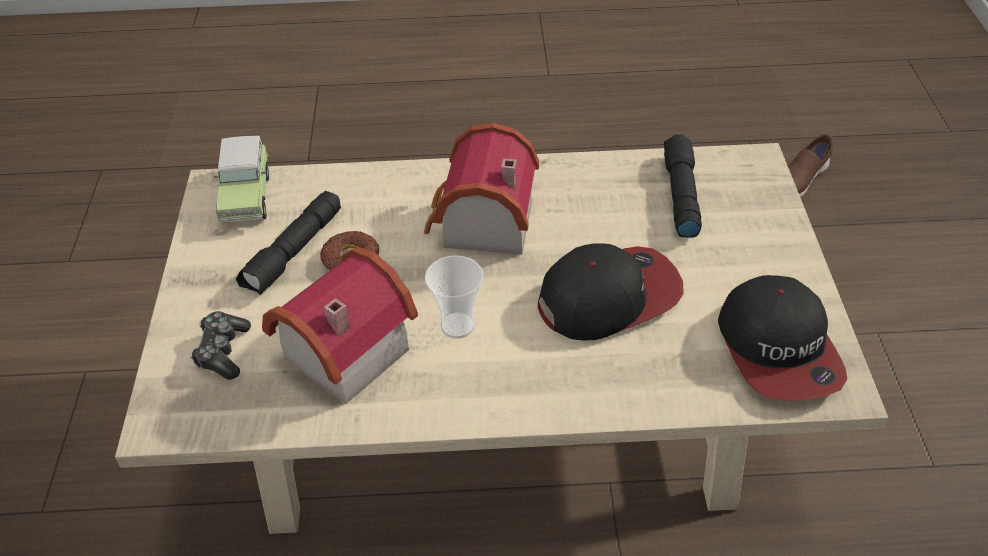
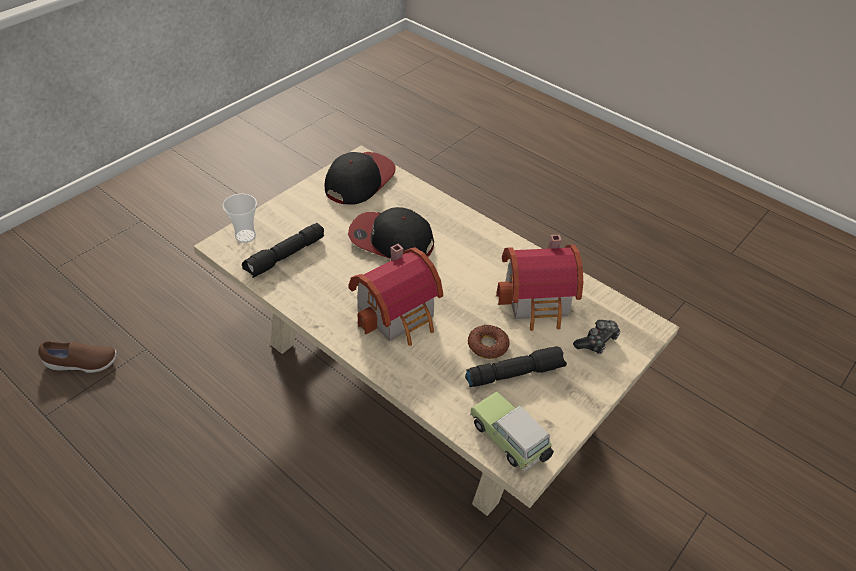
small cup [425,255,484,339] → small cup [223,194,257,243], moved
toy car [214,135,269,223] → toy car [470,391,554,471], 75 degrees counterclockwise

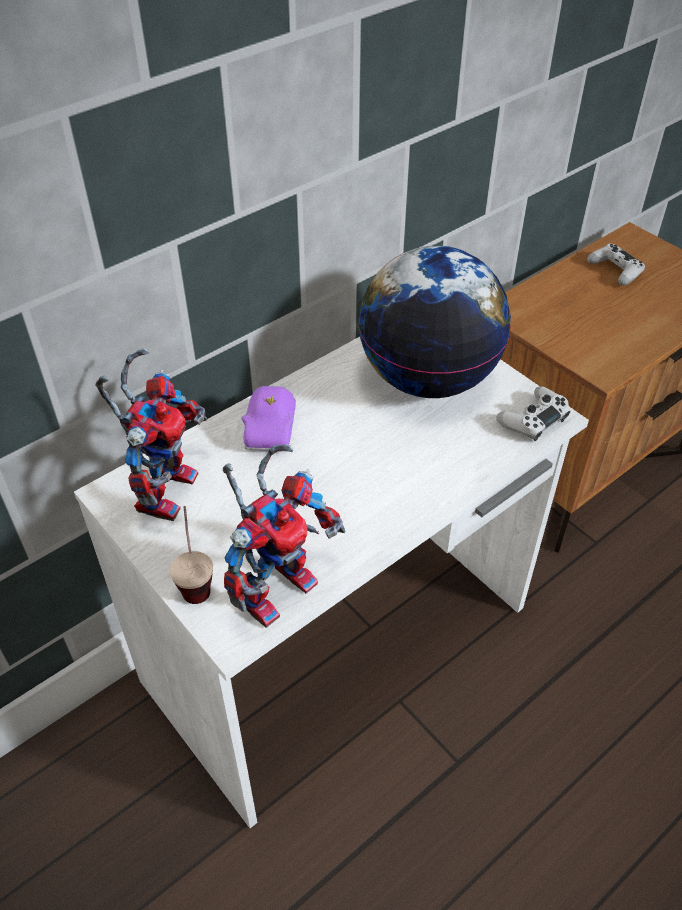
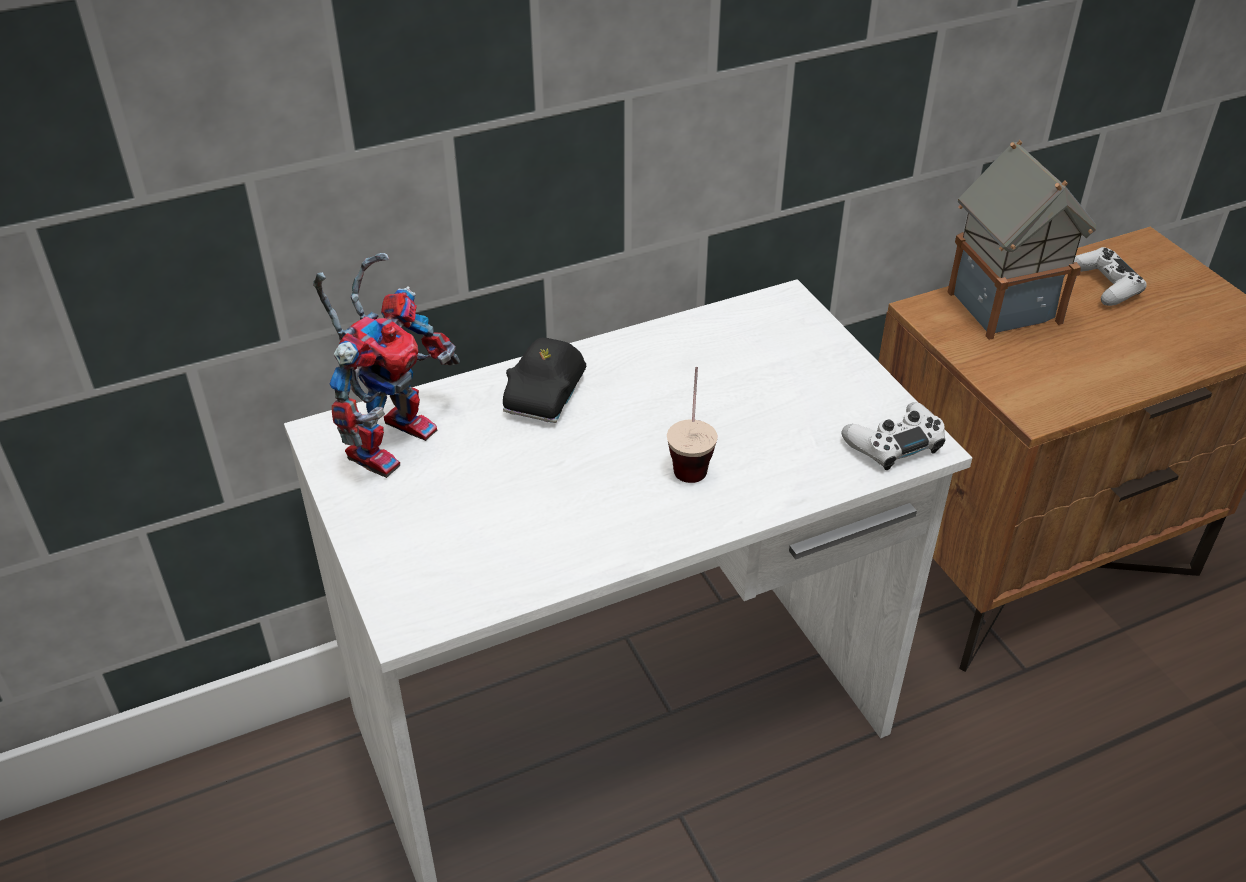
toy robot [223,444,346,628] → -
globe [358,246,511,398] → -
- → miniature house [947,140,1096,340]
small cup [170,506,213,604] → small cup [667,367,718,483], moved
purple-coloured toy car [242,386,296,452] → blackish toy car [503,338,586,423]

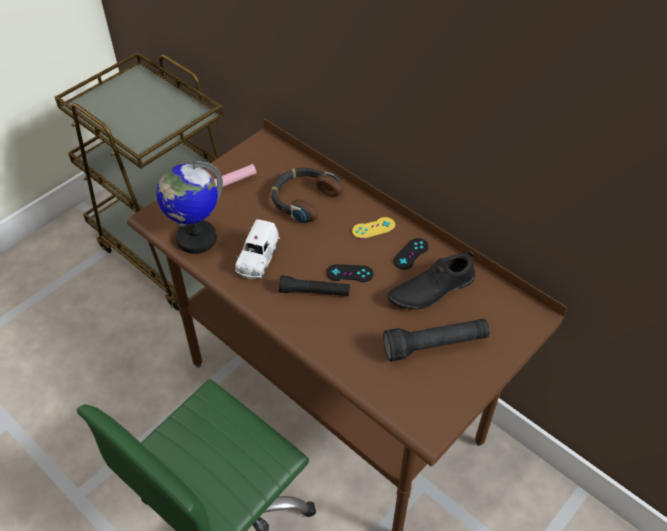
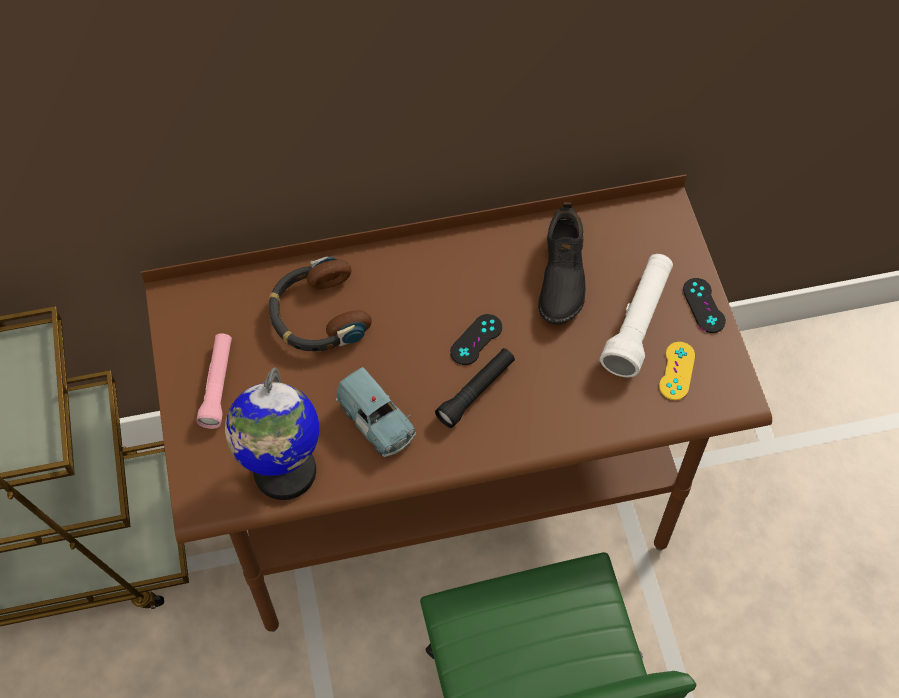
yellowish joypad [352,217,395,239] → yellowish joypad [659,342,695,400], moved
blackish joypad [393,238,429,270] → blackish joypad [683,278,726,333], moved
whitish toy car [235,219,280,280] → blue toy car [336,367,416,457]
blackish torch [383,319,490,362] → whitish torch [600,254,673,377]

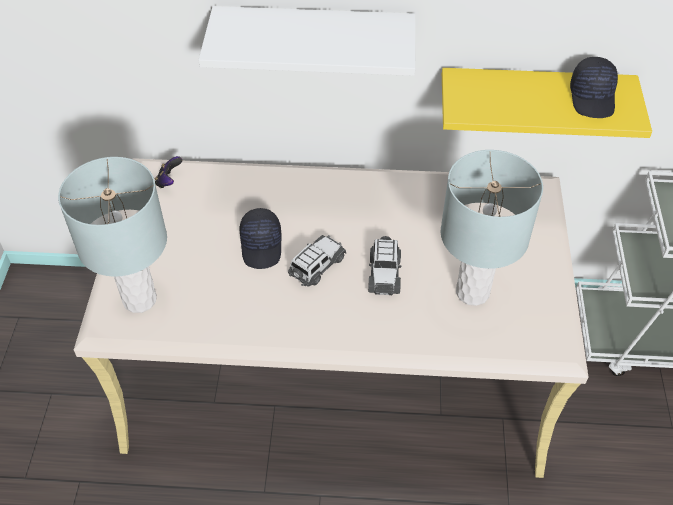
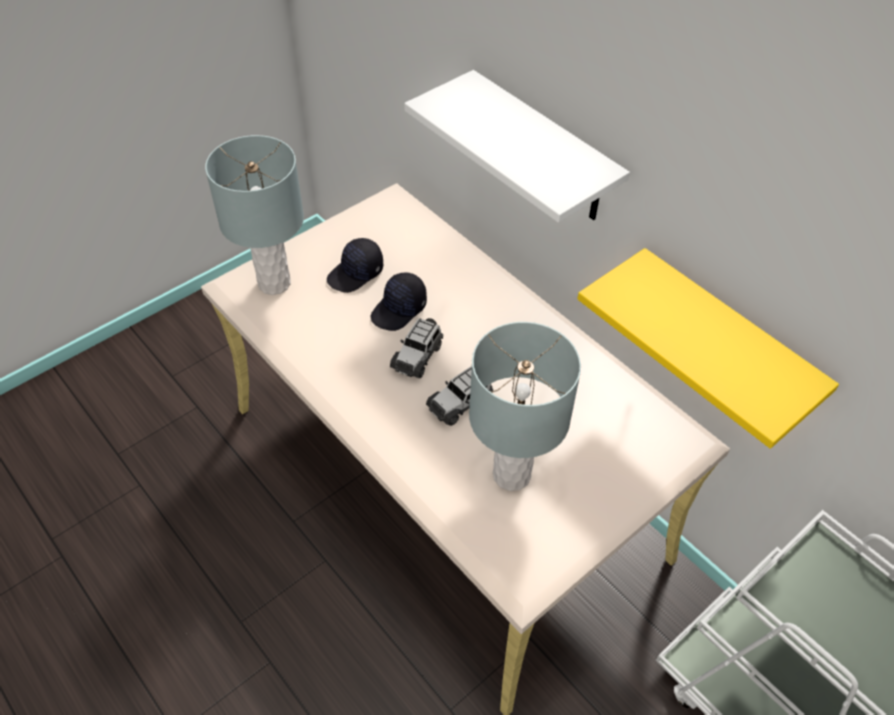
joypad [155,156,182,188] → -
blackish peaked cap [570,57,618,118] → blackish peaked cap [327,238,383,293], moved
toy car [288,235,346,287] → toy car [390,318,443,378], 120 degrees clockwise

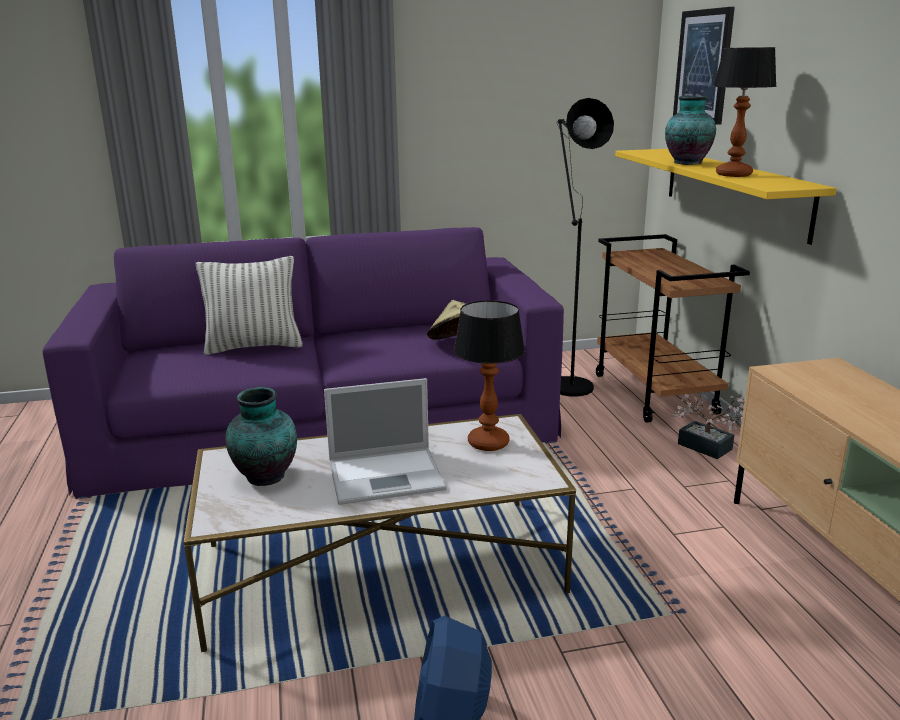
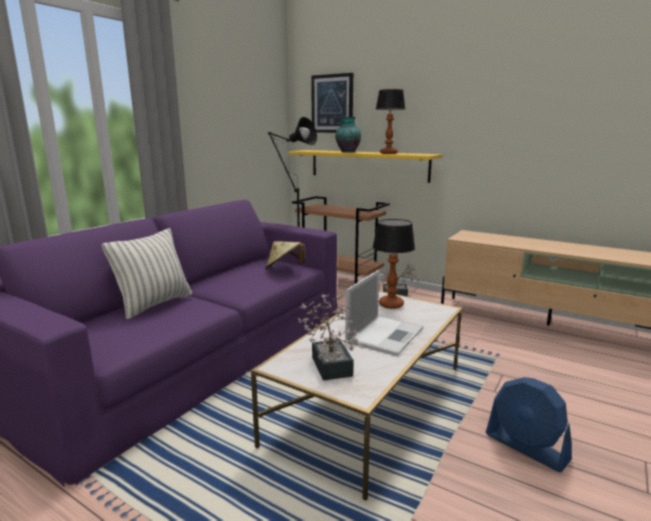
flower vase [225,387,297,486] → potted plant [298,294,362,381]

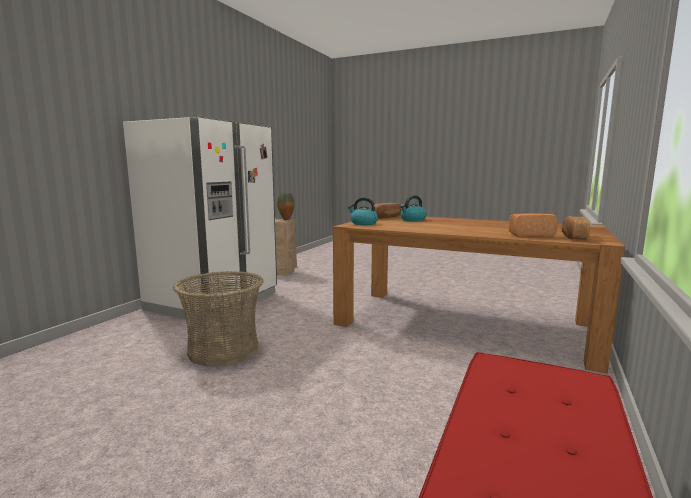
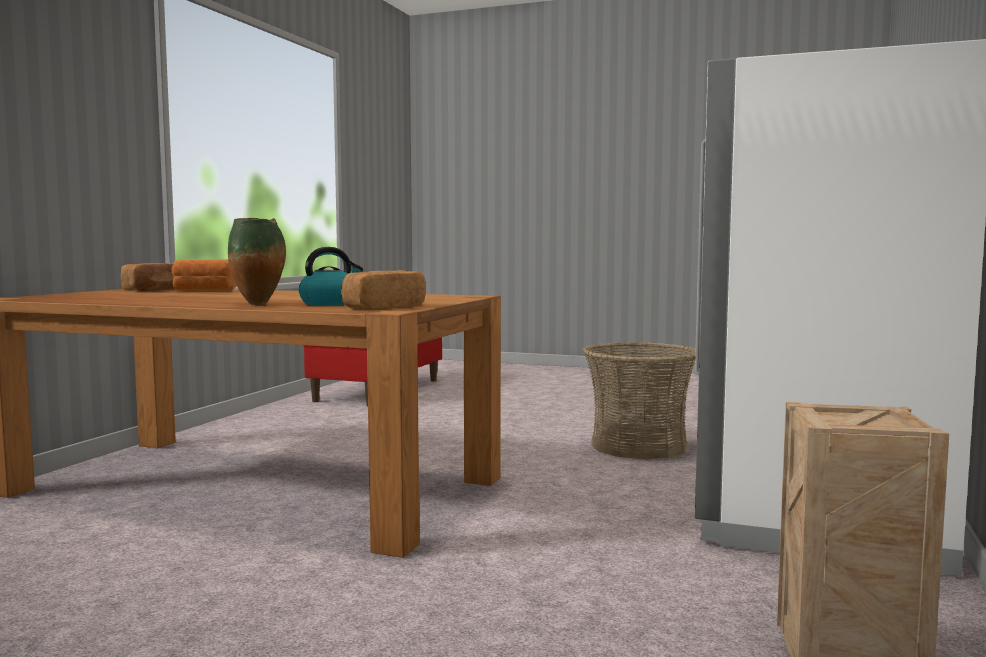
kettle [348,197,378,225] → -
flower vase [277,193,294,220] → flower vase [228,218,286,306], moved

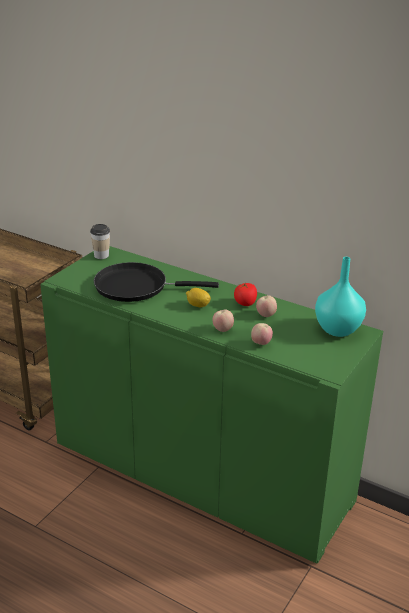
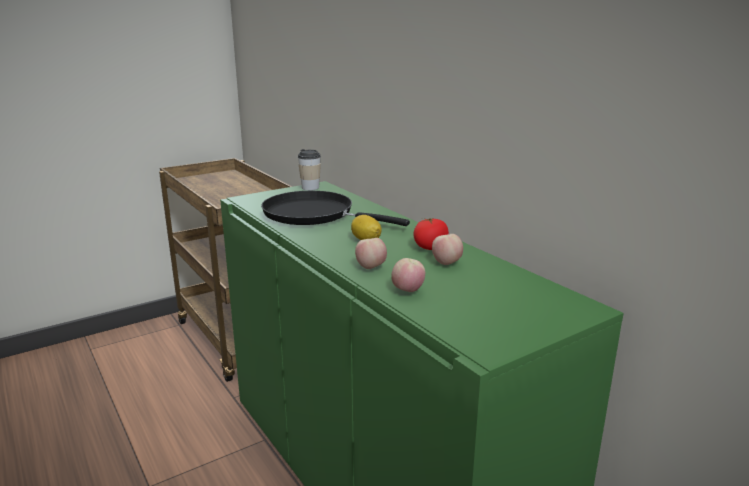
turquoise flower vase [315,257,366,337] → -

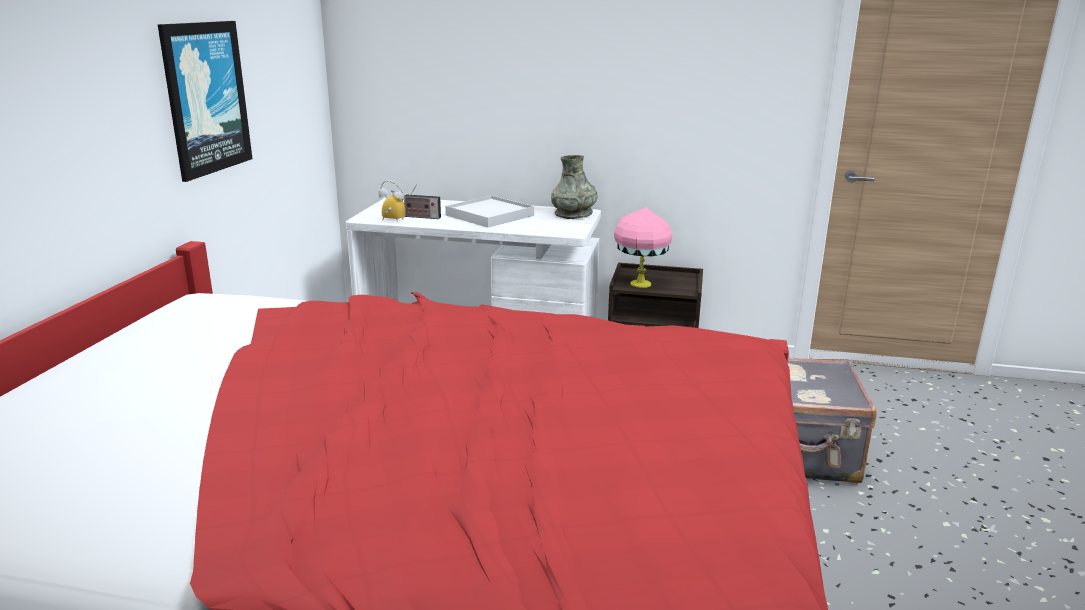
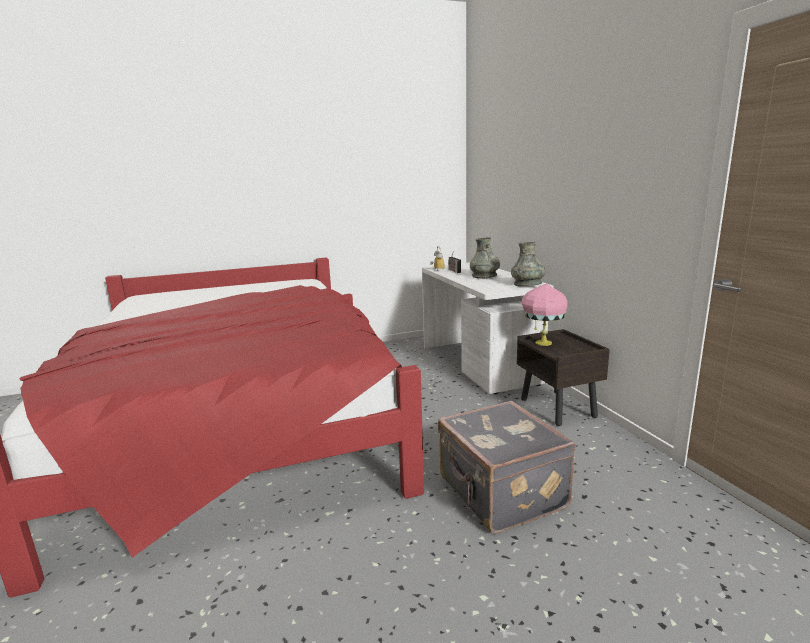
wall picture [158,21,252,182] → -
whitish serving tray [445,196,534,228] → gray flower vase [470,237,500,279]

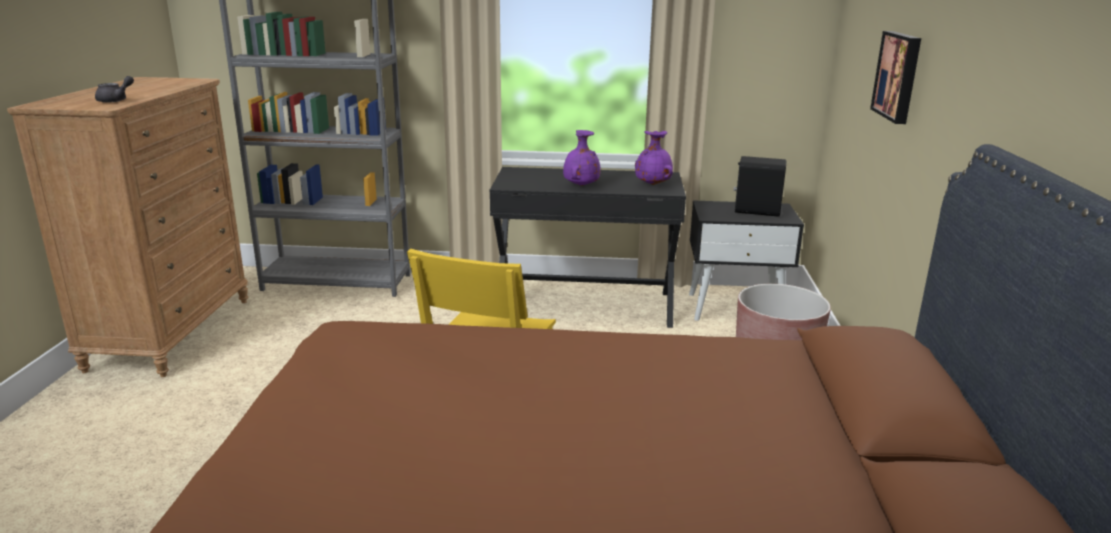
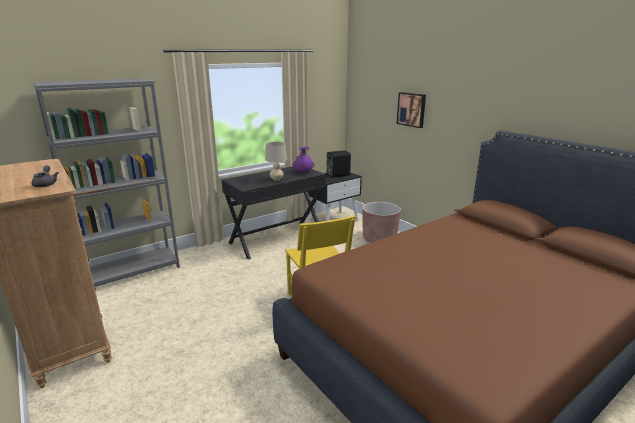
purple-coloured flower vase [563,130,601,186] → beige lamp for a table [265,142,287,181]

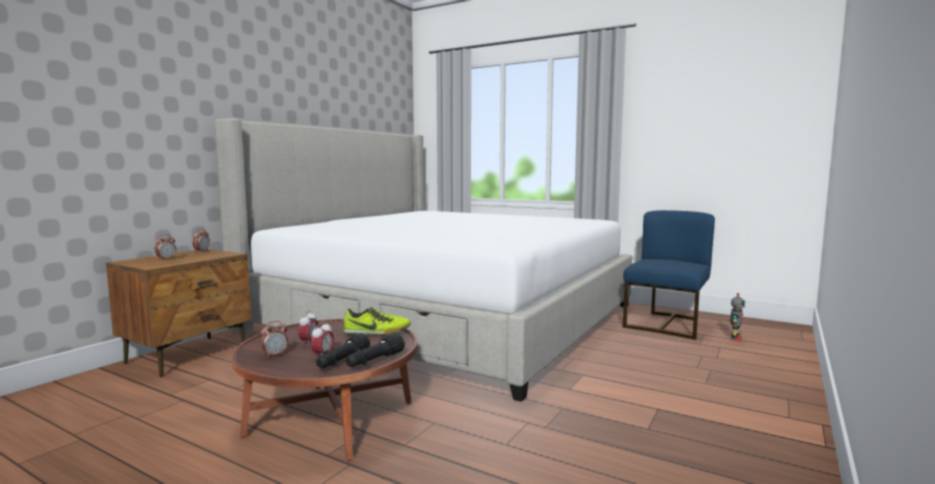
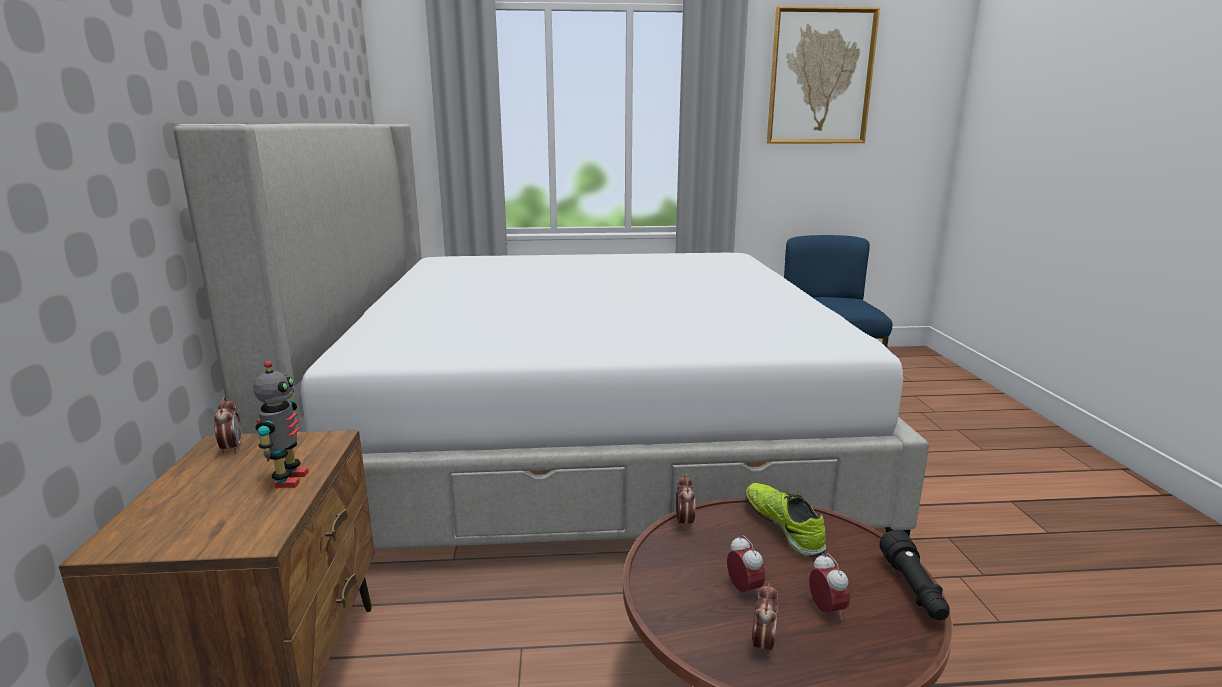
blackish torch [316,333,370,368] → -
- → wall picture [767,6,880,144]
bedside clock [155,234,176,261] → bedside clock [676,474,695,529], moved
toy robot [730,293,745,342] → toy robot [253,361,309,488], moved
item of footwear [344,308,411,335] → item of footwear [746,483,826,557], 75 degrees counterclockwise

